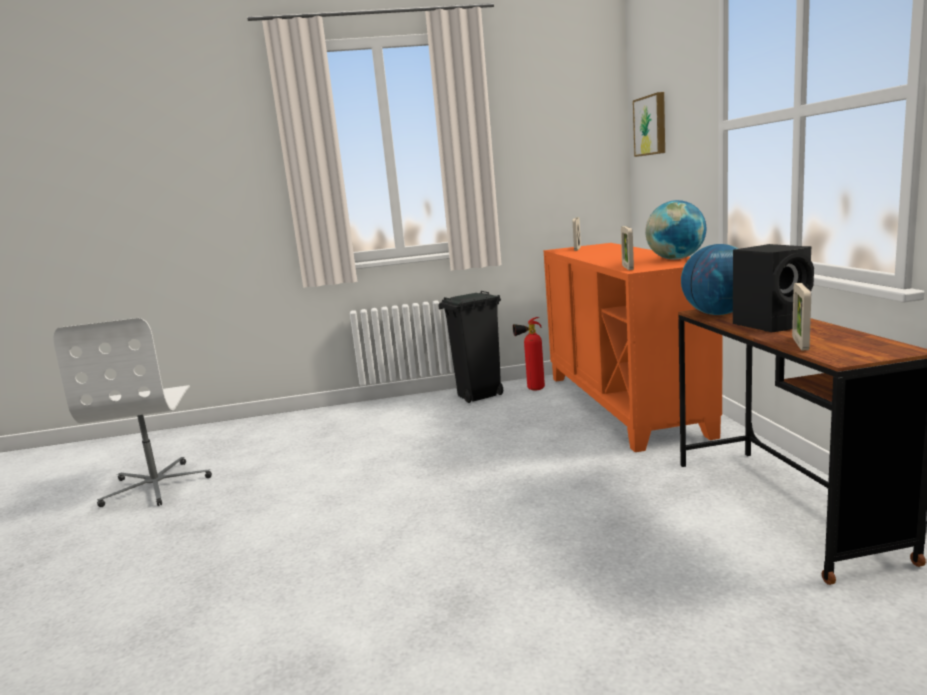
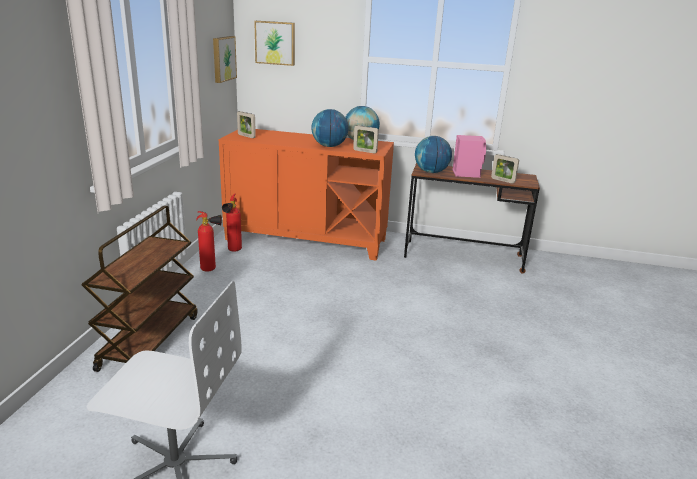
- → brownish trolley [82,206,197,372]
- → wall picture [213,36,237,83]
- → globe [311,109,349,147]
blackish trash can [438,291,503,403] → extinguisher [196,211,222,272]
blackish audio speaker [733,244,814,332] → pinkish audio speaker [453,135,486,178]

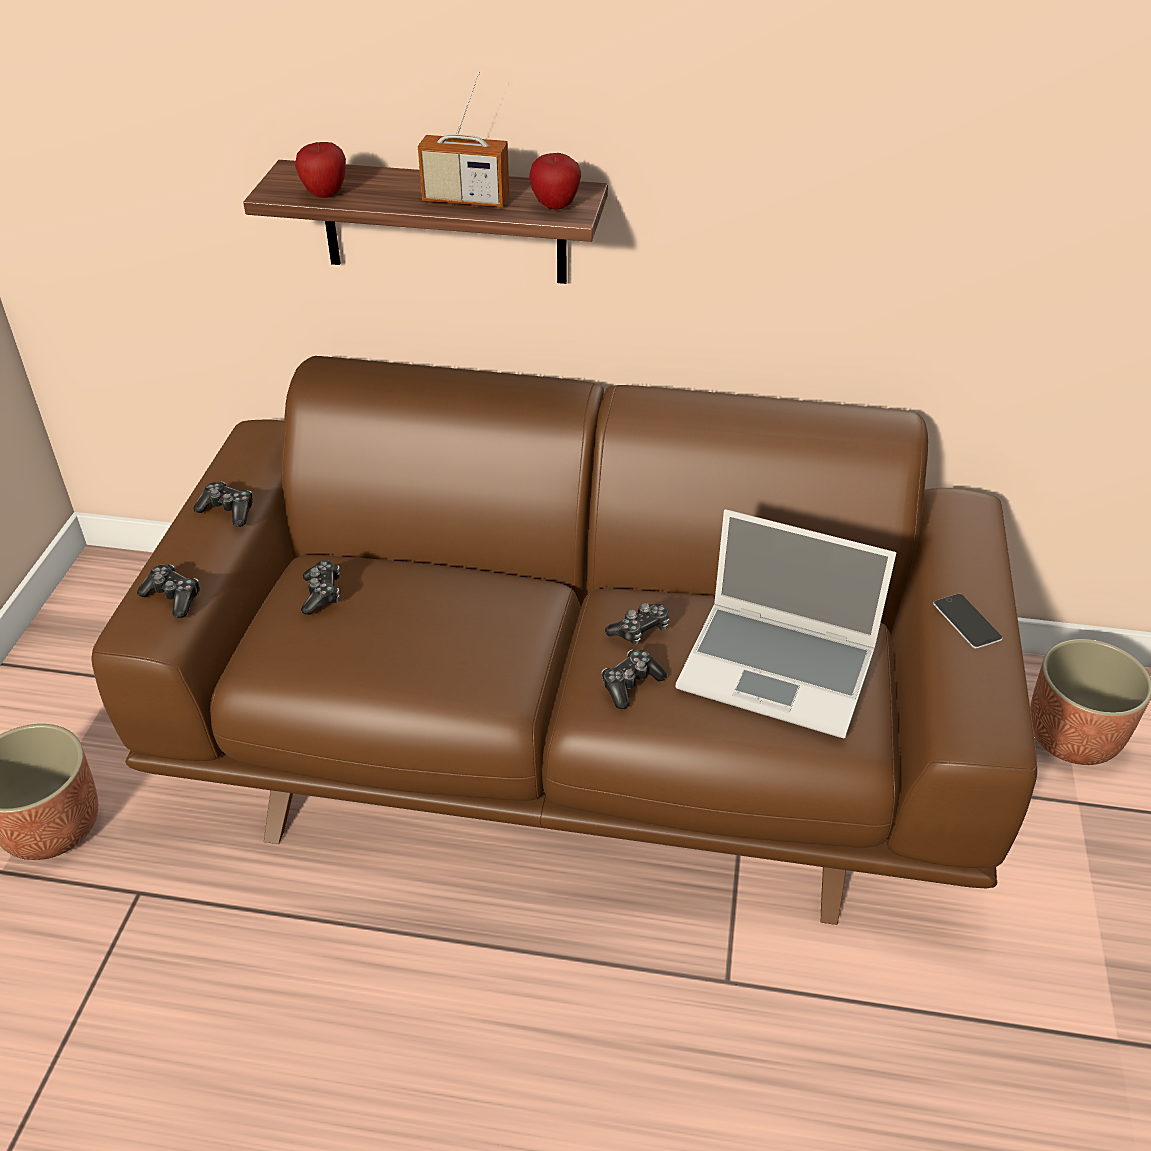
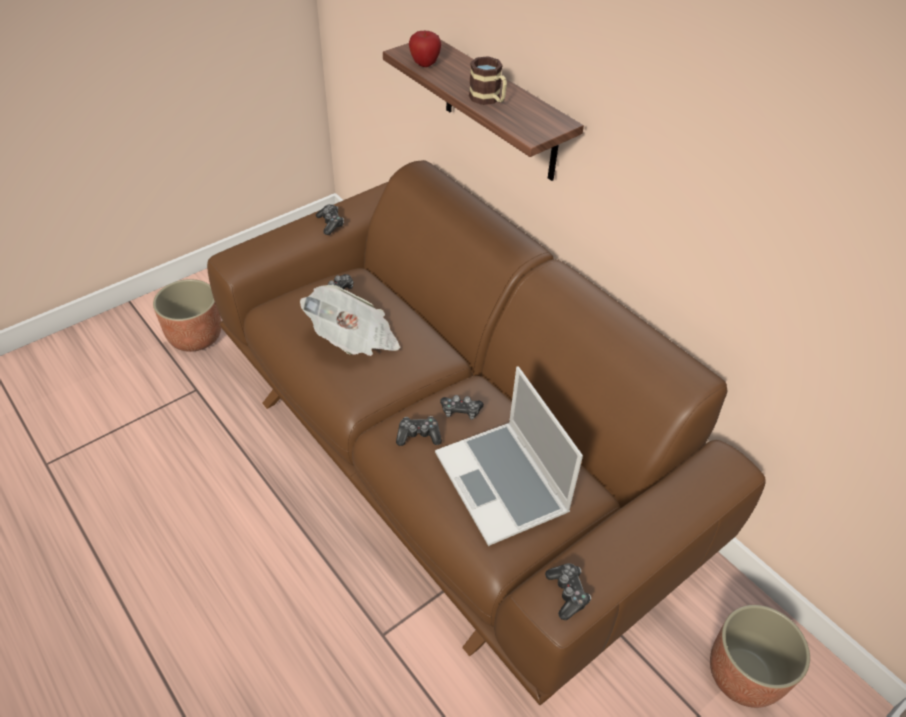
apple [529,153,581,210] → -
telephone [933,594,1003,649] → -
- → printed paper [300,285,400,356]
joypad [137,564,200,618] → joypad [545,563,591,620], moved
radio set [418,71,509,207] → mug [469,56,507,105]

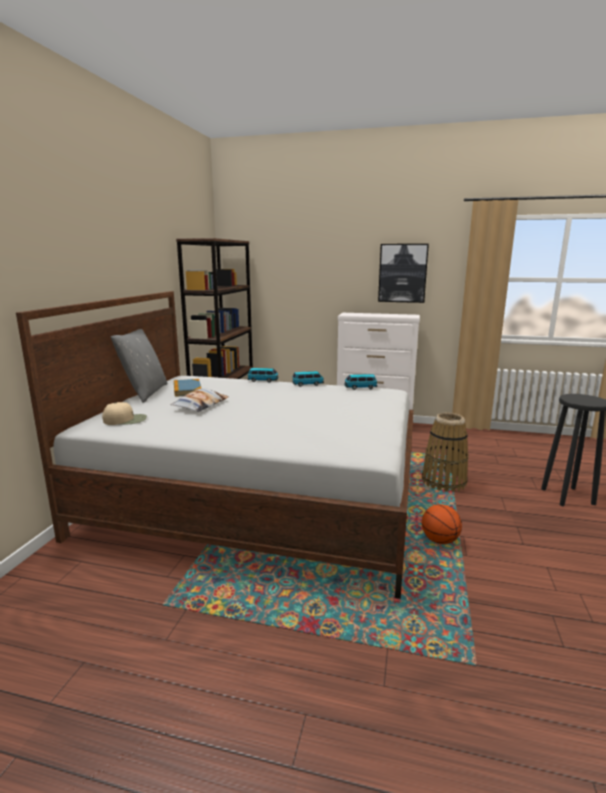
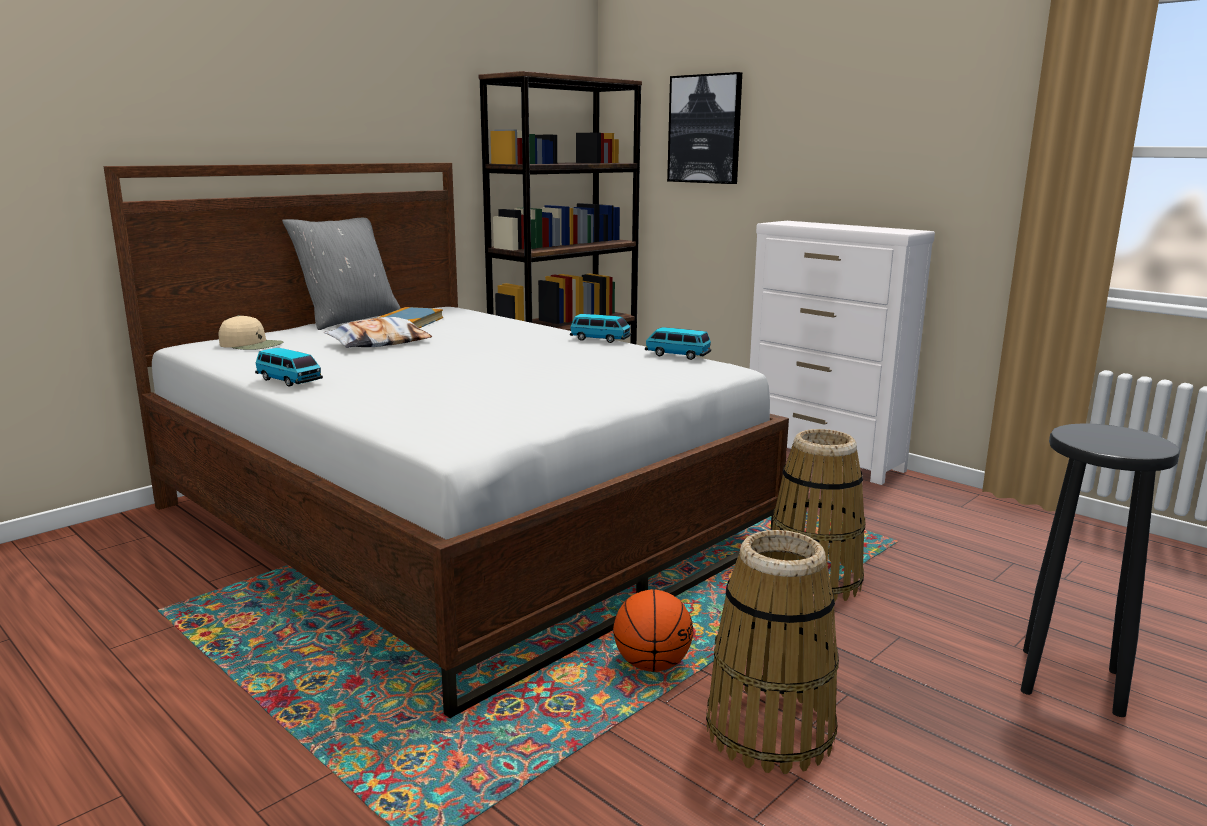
- → household basket [706,530,839,774]
toy car [248,368,278,382] → toy car [255,348,323,387], moved
wall picture [378,244,429,303] → wall picture [667,72,742,184], moved

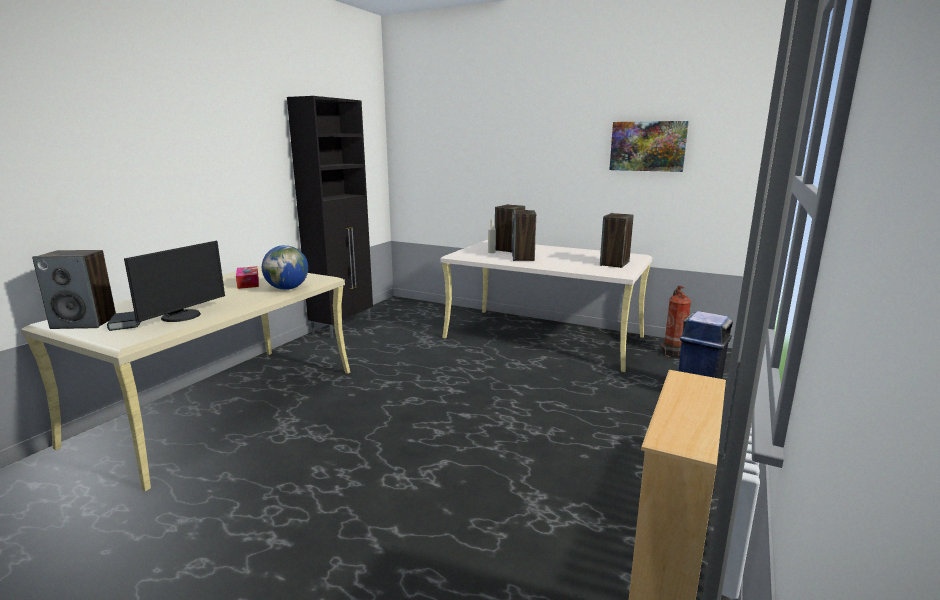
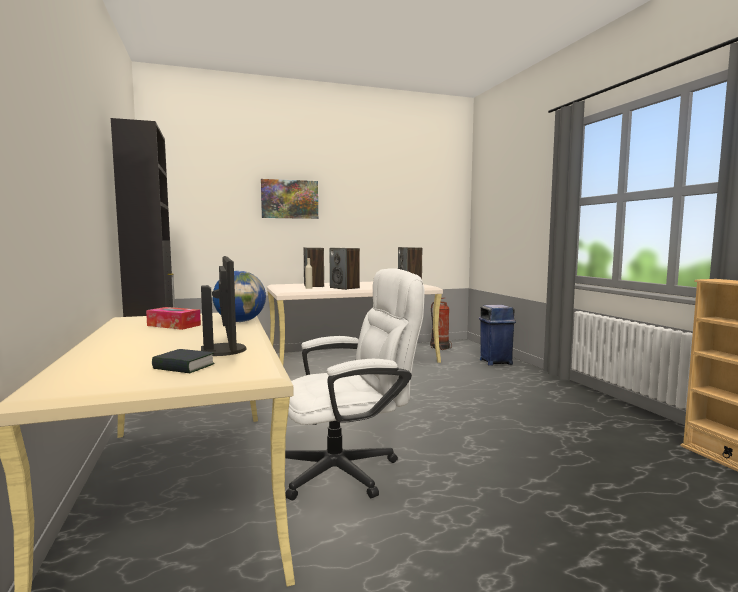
audio speaker [32,250,116,329] → -
- → whitish computer chair [285,268,425,501]
wall picture [609,121,689,172] → wall picture [261,179,318,219], moved

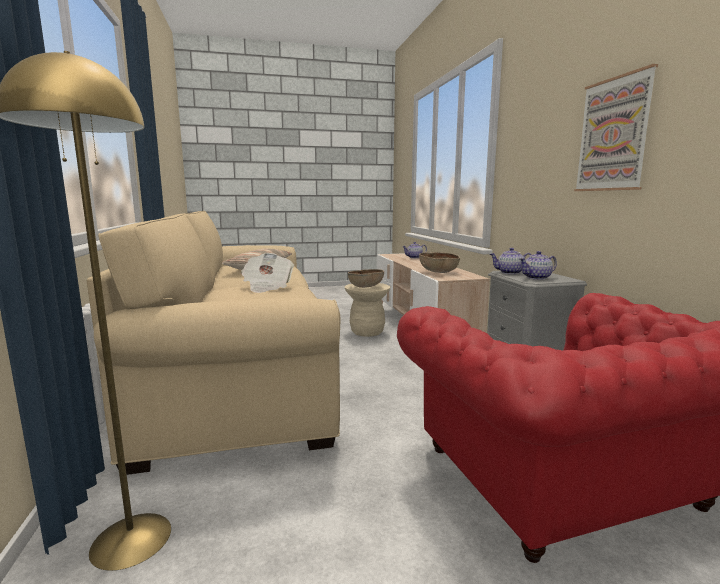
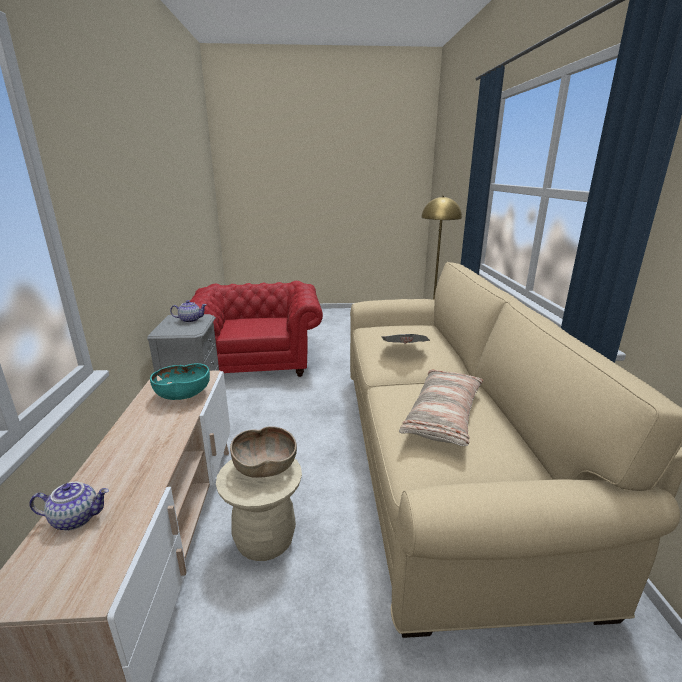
teapot [490,248,531,274] → -
wall picture [574,64,658,191] → -
brownish deep dish [419,252,460,273] → turquoise deep dish [150,363,210,400]

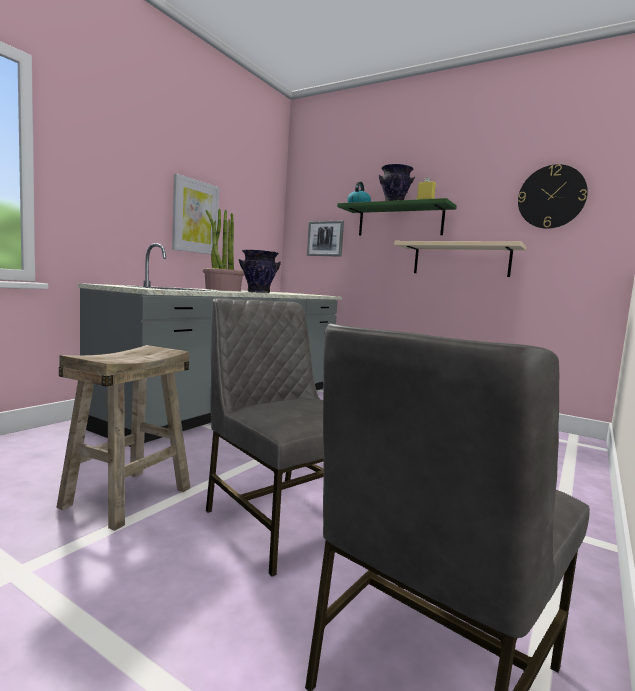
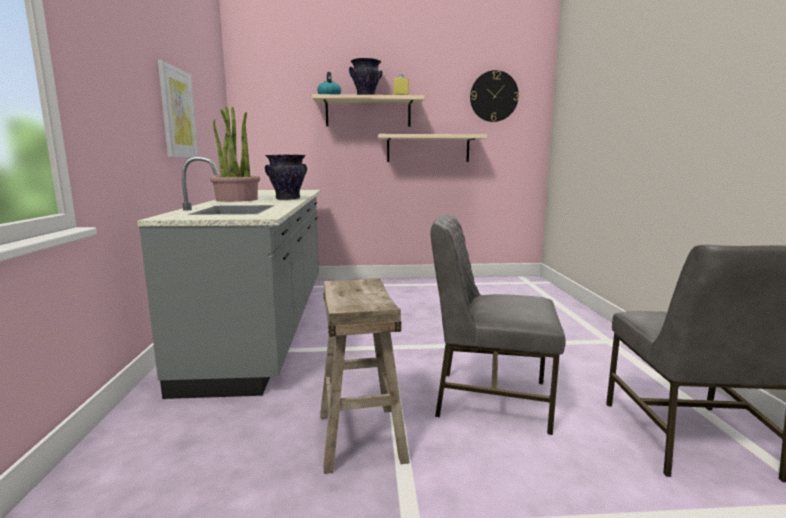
wall picture [307,221,344,257] → -
green bracket shelf [337,198,457,236] → beige bracket shelf [312,94,424,127]

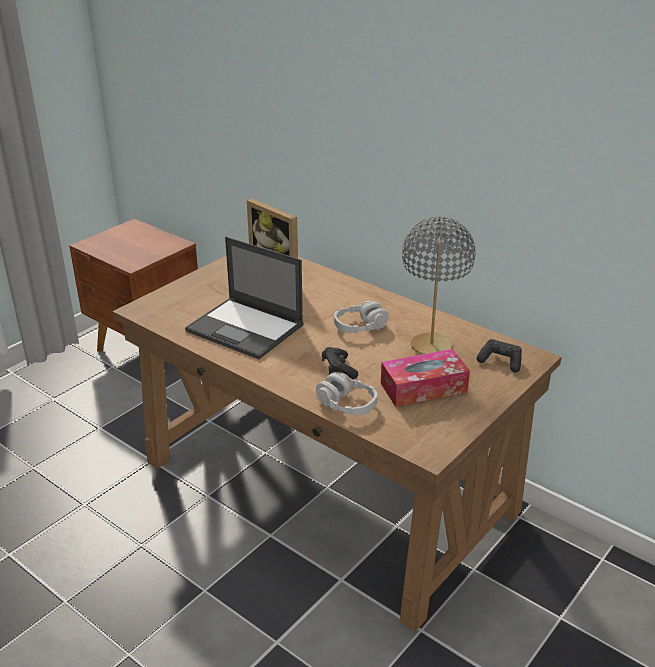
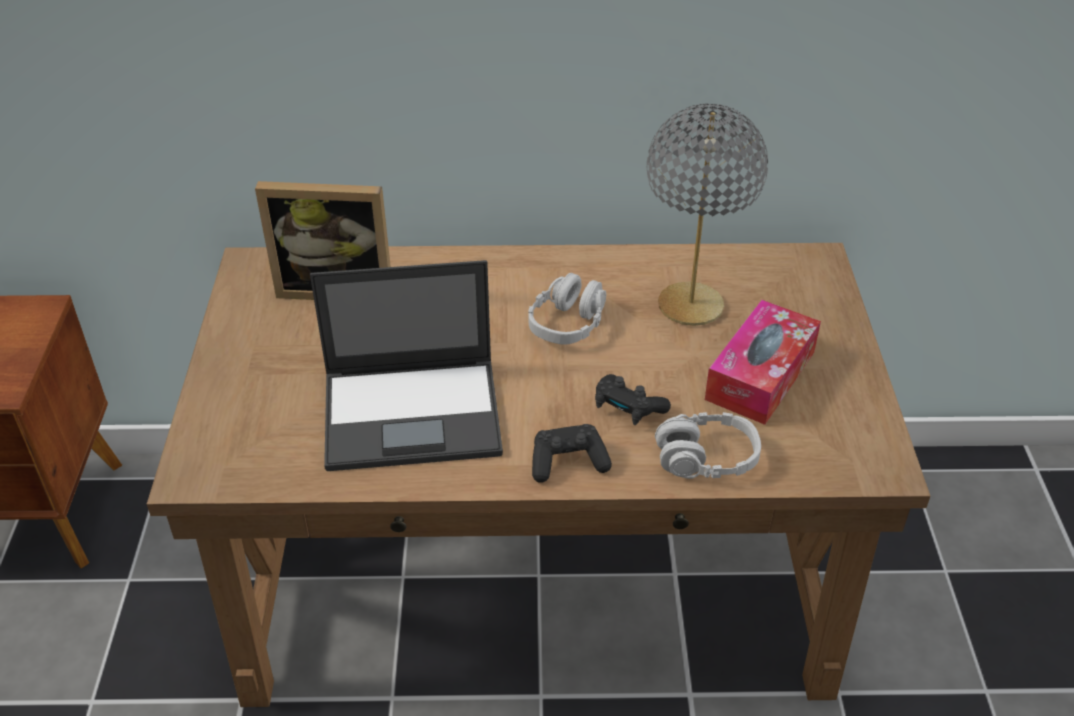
blackish joypad [477,339,522,372] → blackish joypad [532,424,612,483], moved

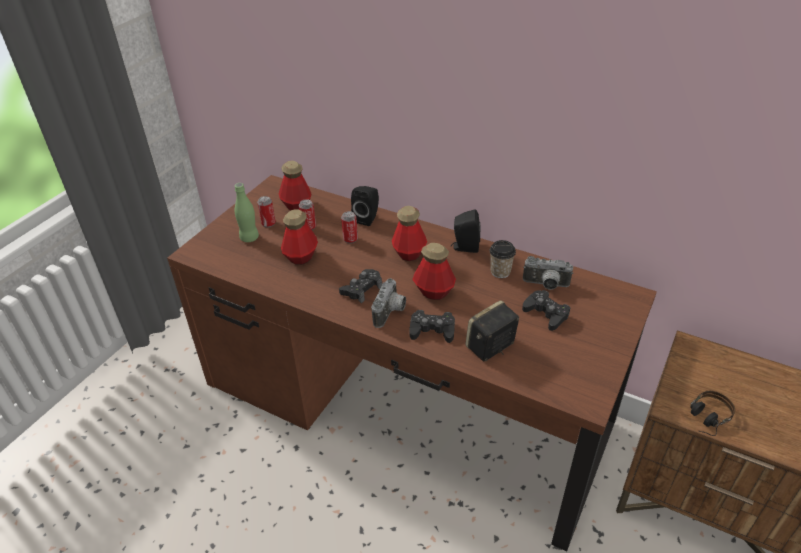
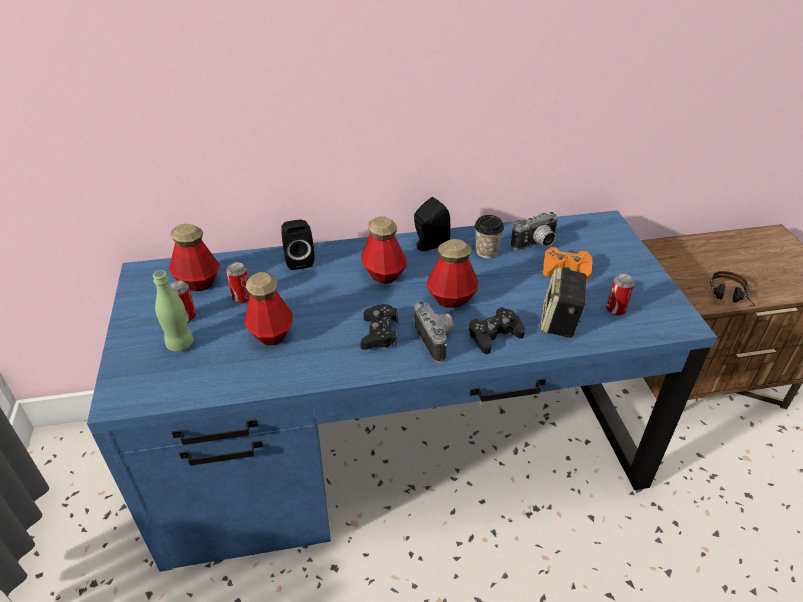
sealed can [341,211,358,244] → sealed can [606,274,634,316], moved
brownish desk table [167,175,657,552] → blue desk table [87,210,717,572]
blackish joypad [522,290,570,331] → orange-coloured joypad [543,247,592,281]

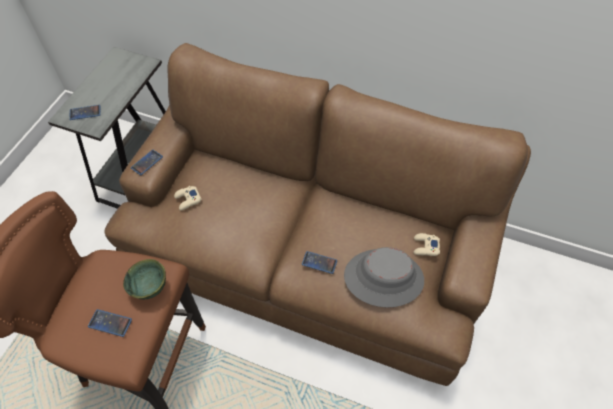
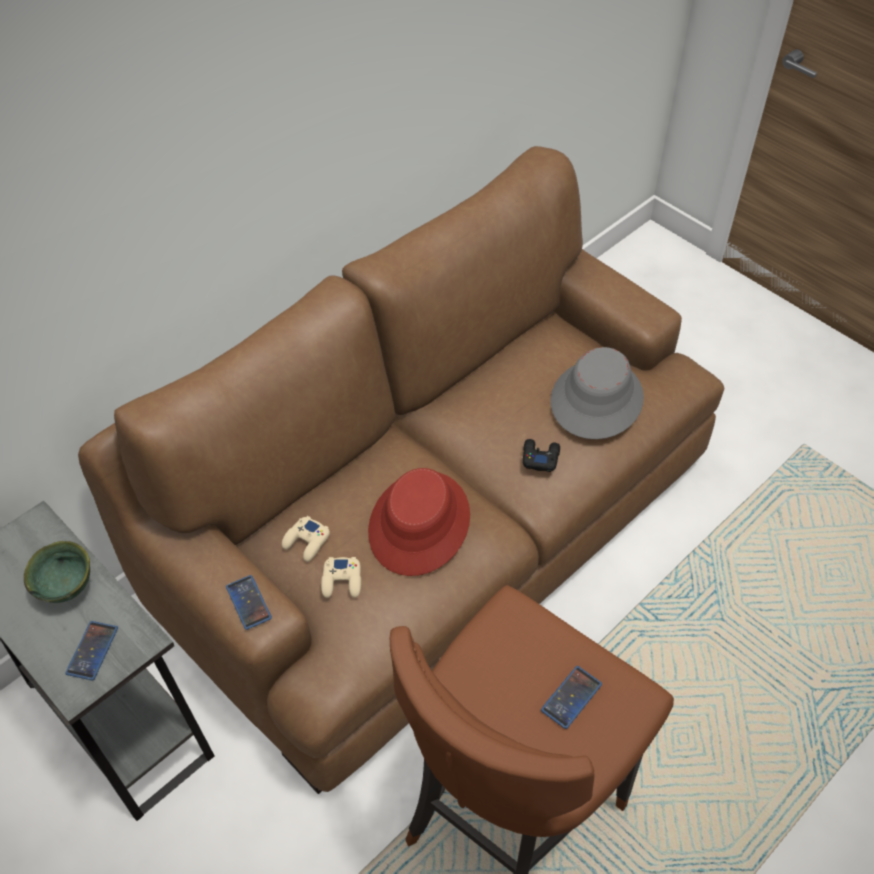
- → reddish hat [368,468,470,576]
green deep dish [123,259,166,299] → green deep dish [24,541,90,603], moved
beige joypad [413,233,440,256] → beige joypad [282,516,330,562], moved
telephone [302,251,337,274] → blackish joypad [523,439,560,472]

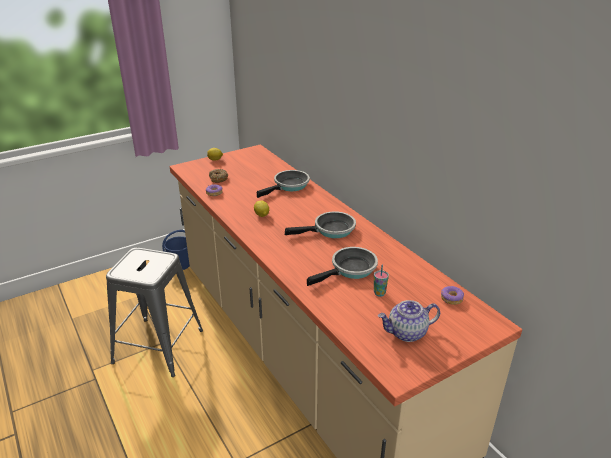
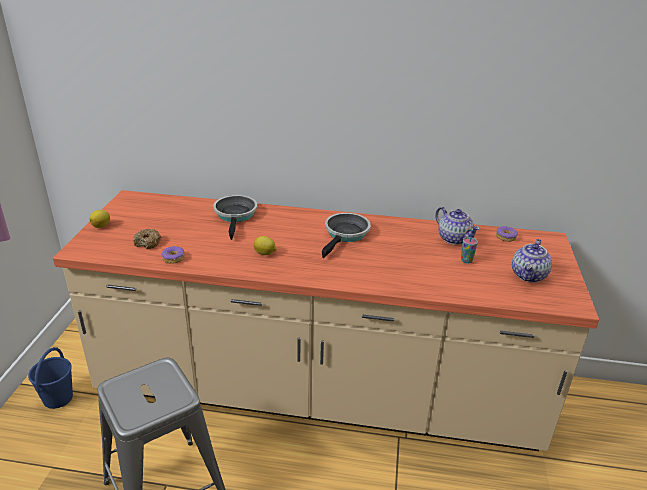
frying pan [307,247,378,286] → -
- → teapot [435,207,480,245]

